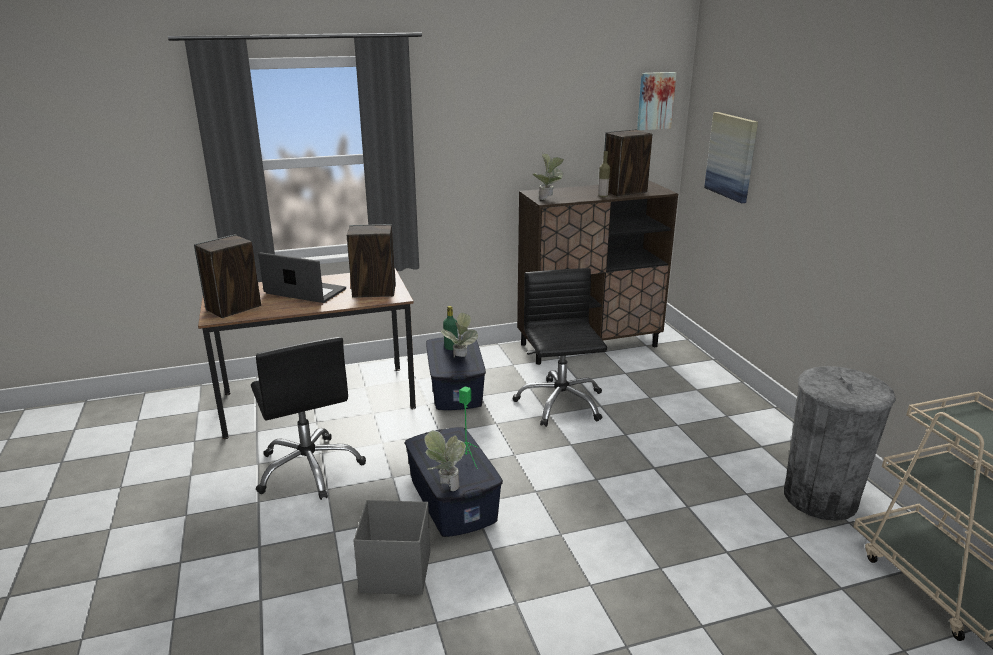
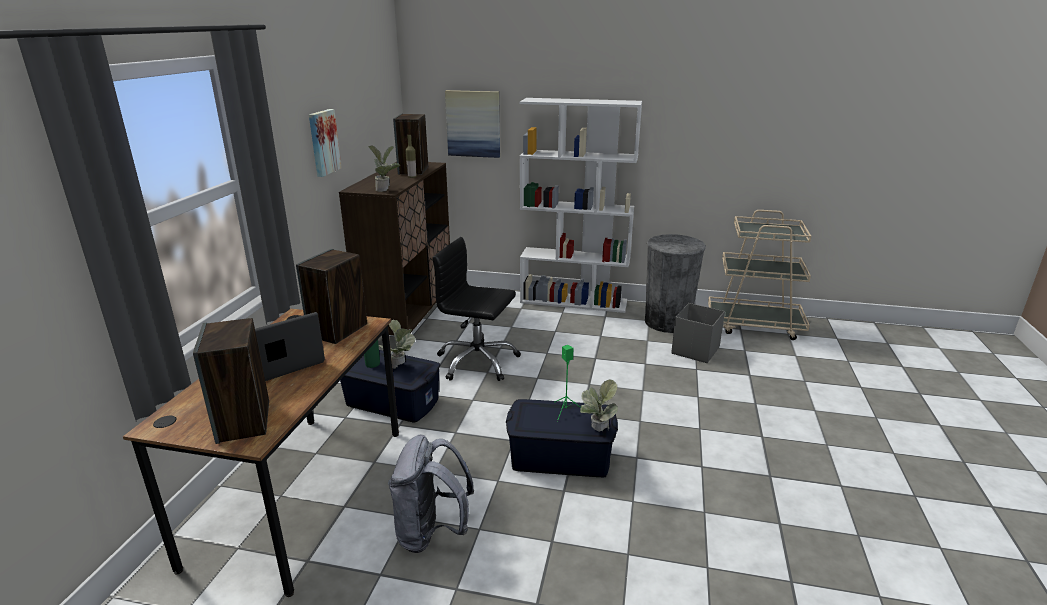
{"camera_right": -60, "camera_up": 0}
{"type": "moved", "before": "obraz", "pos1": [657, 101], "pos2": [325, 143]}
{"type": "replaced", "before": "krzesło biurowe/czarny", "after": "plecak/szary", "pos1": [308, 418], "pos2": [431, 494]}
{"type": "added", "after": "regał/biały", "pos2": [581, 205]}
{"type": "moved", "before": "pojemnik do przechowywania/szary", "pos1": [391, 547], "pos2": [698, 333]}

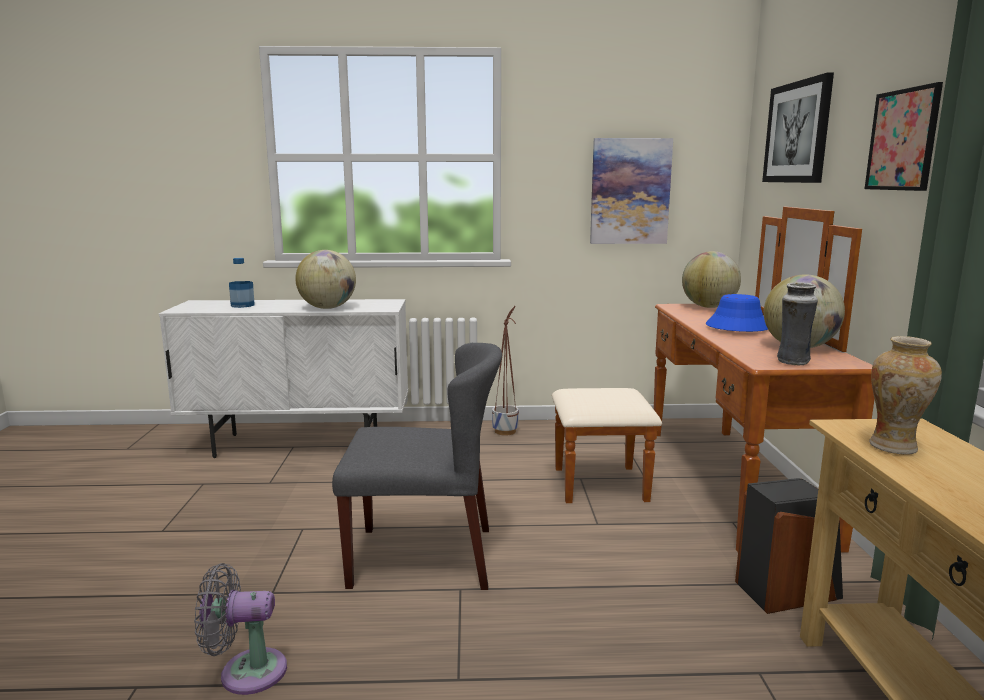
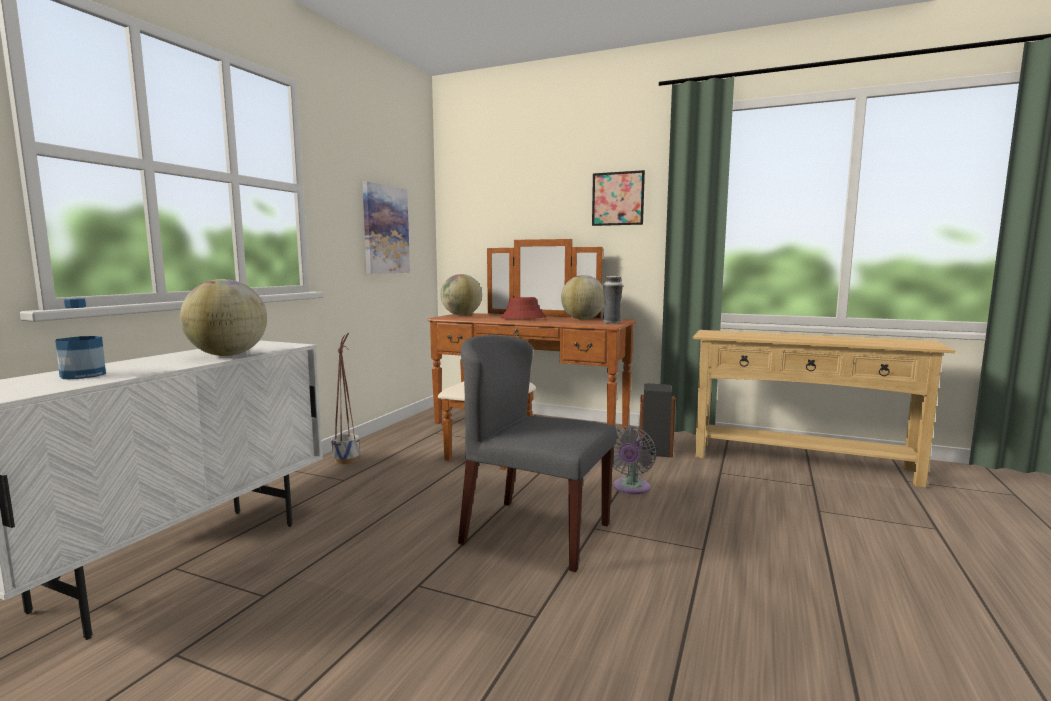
{"camera_right": -65, "camera_up": -5}
{"type": "turned", "before": "krzesło/szary", "pos1": [417, 466], "pos2": [537, 453], "turn": -90}
{"type": "recoloured", "before": "kapelusz/niebieski", "after": "kapelusz/czerwony", "pos1": [737, 313], "pos2": [523, 308]}
{"type": "moved", "before": "wentylator/szary", "pos1": [240, 629], "pos2": [634, 460]}
{"type": "removed", "before": "obraz", "pos1": [798, 128]}
{"type": "removed", "before": "wazon", "pos1": [905, 395]}

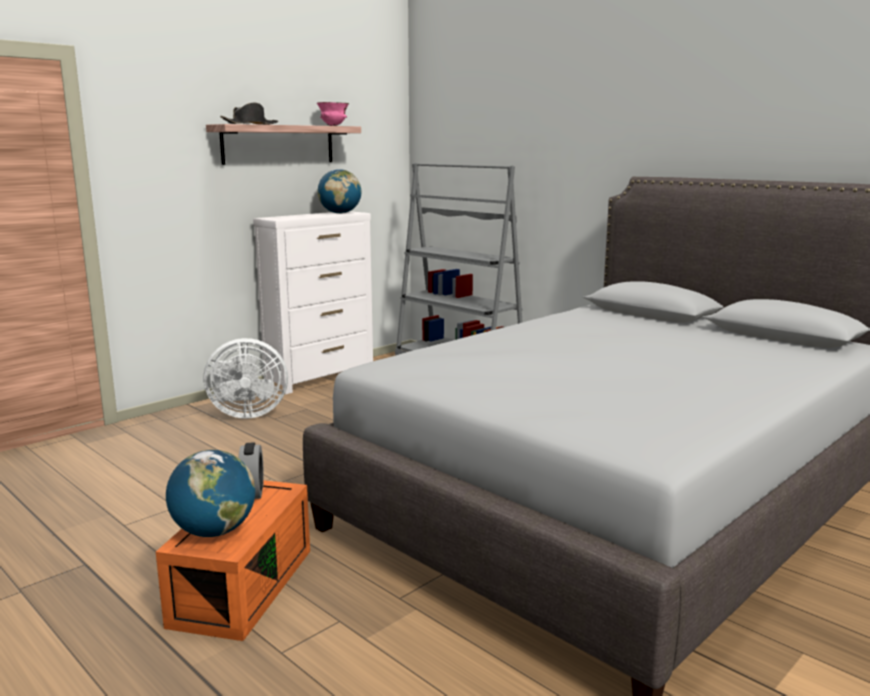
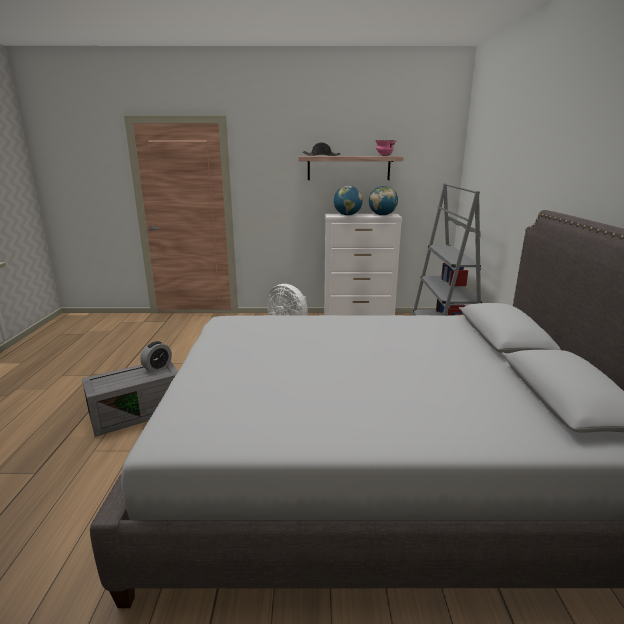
{"camera_right": 45, "camera_up": 5}
{"type": "recoloured", "before": "pojemnik do przechowywania/pomarańczowy", "after": "pojemnik do przechowywania/szary", "pos1": [233, 560], "pos2": [130, 399]}
{"type": "moved", "before": "globus", "pos1": [210, 493], "pos2": [348, 200]}

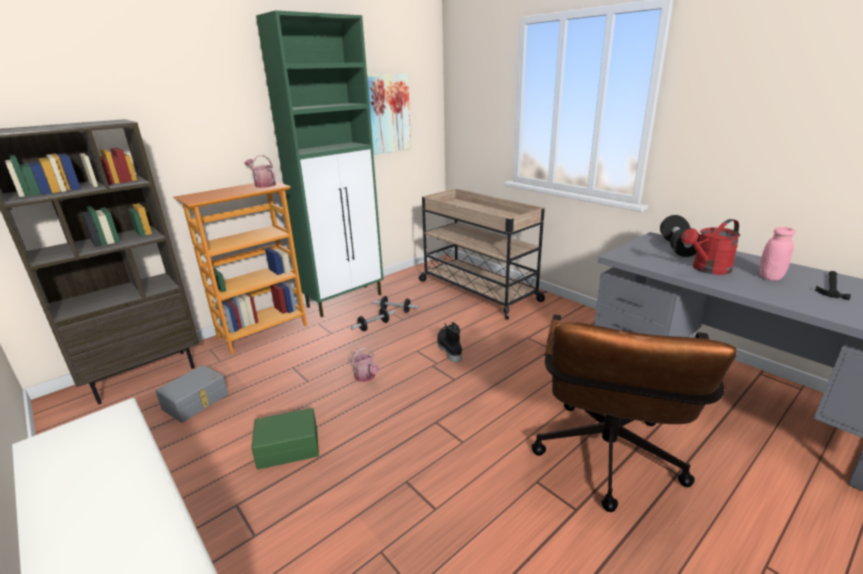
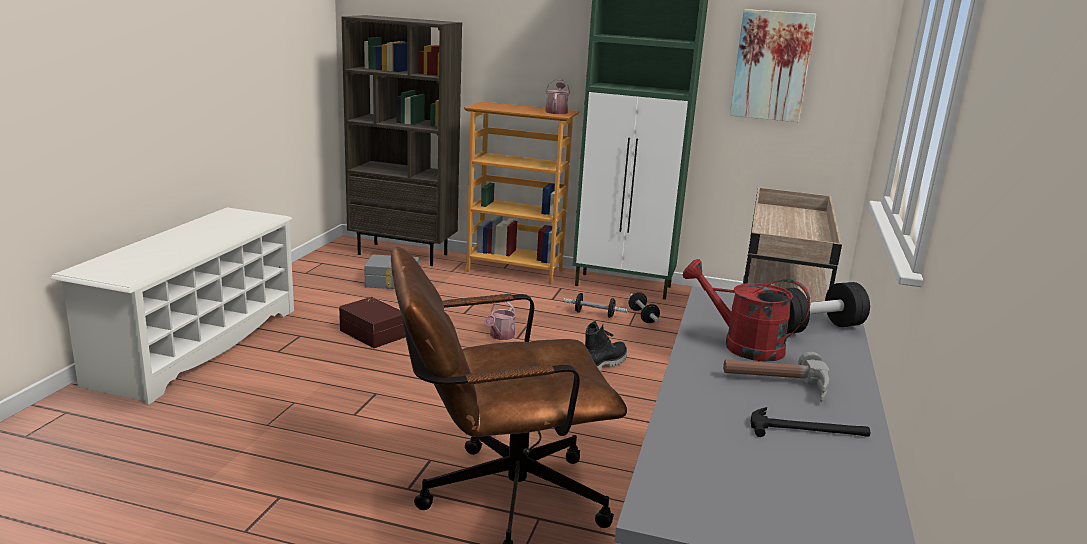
{"camera_right": 55, "camera_up": -5}
{"type": "recoloured", "before": "pojemnik do przechowywania/zielony", "after": "pojemnik do przechowywania/brązowy", "pos1": [285, 439], "pos2": [372, 322]}
{"type": "replaced", "before": "słoik/różowy", "after": "młotek", "pos1": [777, 253], "pos2": [776, 377]}

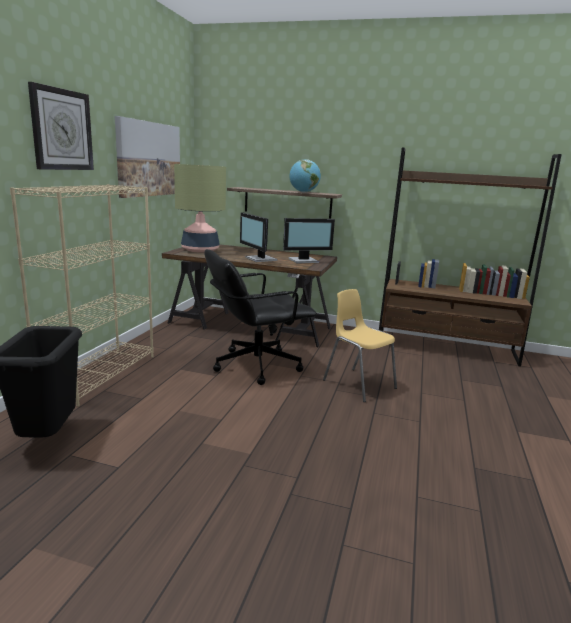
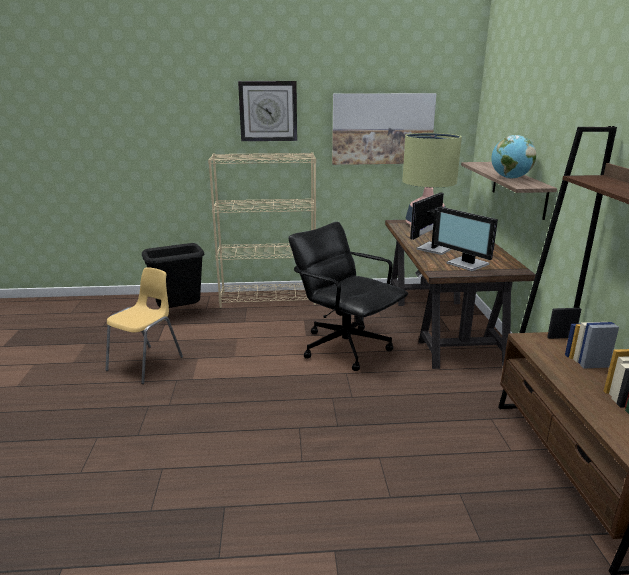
{"camera_right": 70, "camera_up": 5}
{"type": "moved", "before": "krzesło/żółty", "pos1": [360, 345], "pos2": [144, 326]}

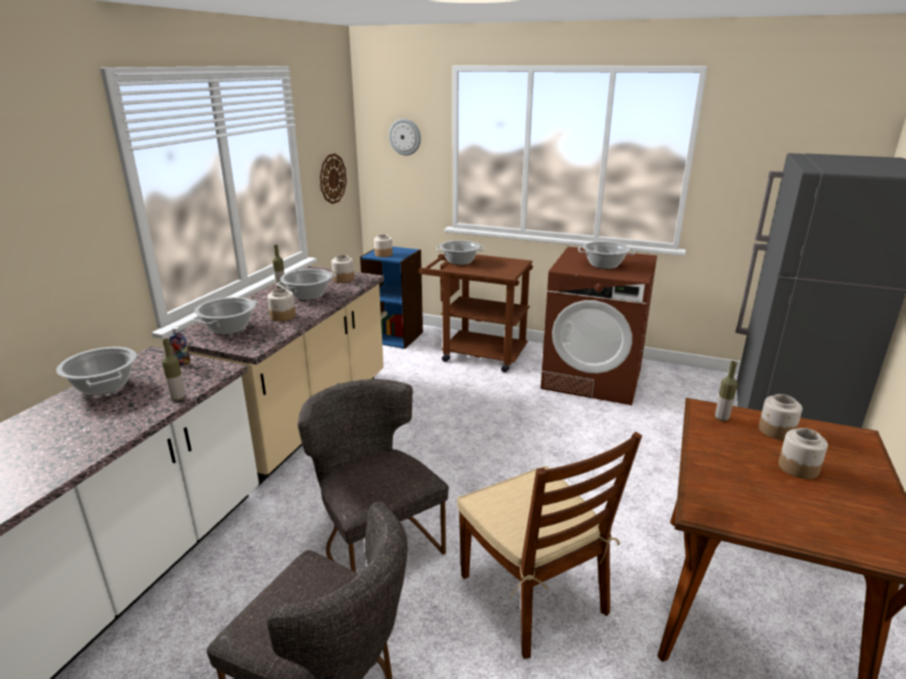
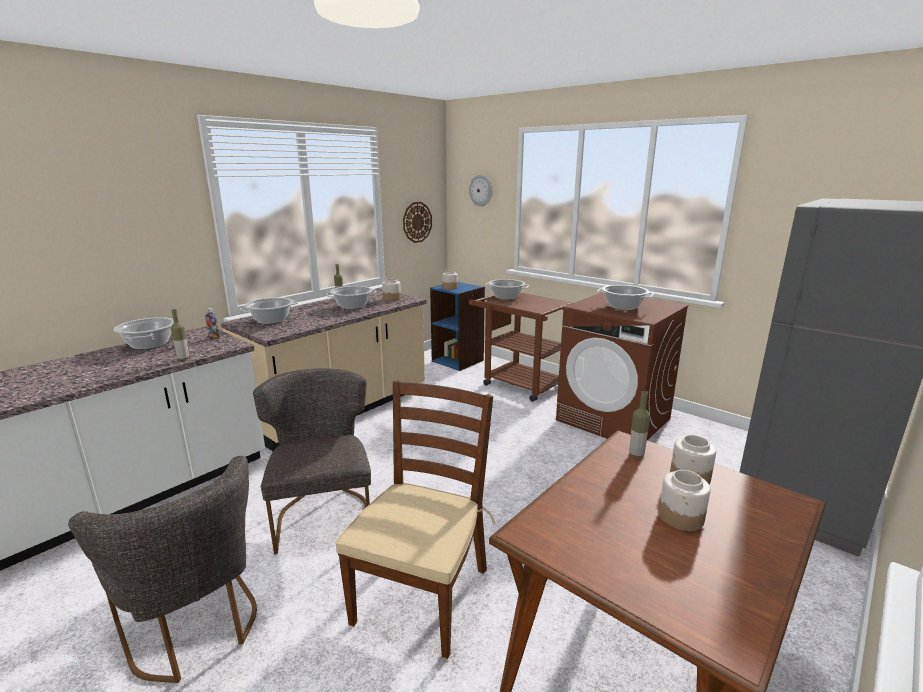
{"camera_right": 20, "camera_up": -5}
{"type": "turned", "before": "krzesło/brązowy", "pos1": [549, 545], "pos2": [415, 519], "turn": -150}
{"type": "removed", "before": "słoik", "pos1": [281, 304]}

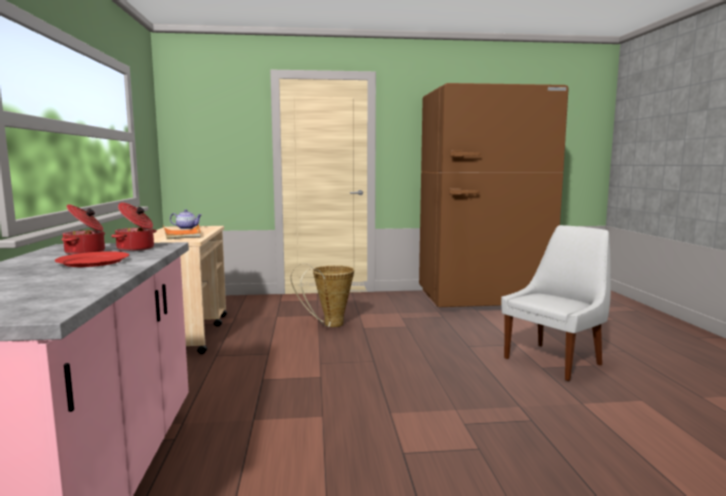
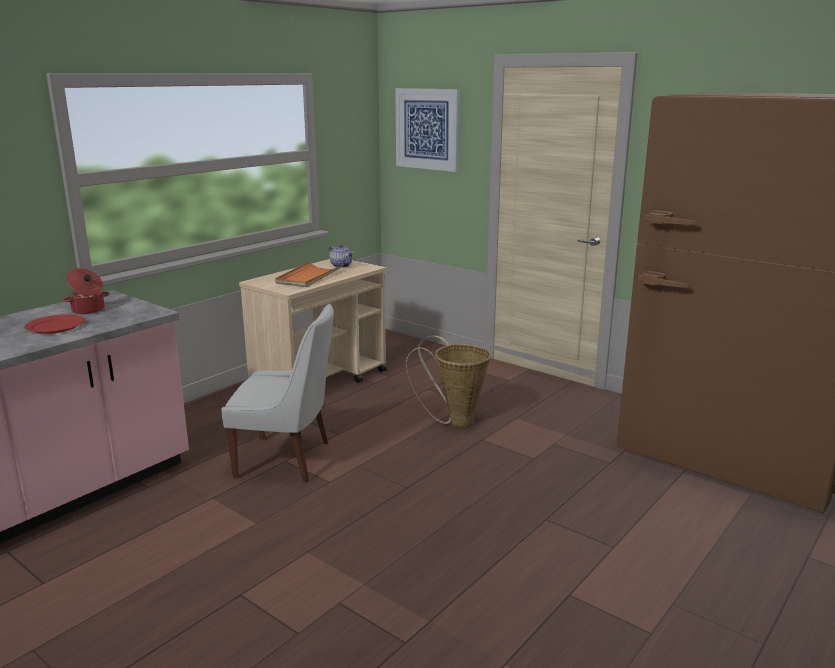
{"camera_right": 45, "camera_up": 10}
{"type": "moved", "before": "krzesło/biały", "pos1": [556, 303], "pos2": [277, 393]}
{"type": "added", "after": "obraz", "pos2": [427, 130]}
{"type": "removed", "before": "garnek", "pos1": [134, 226]}

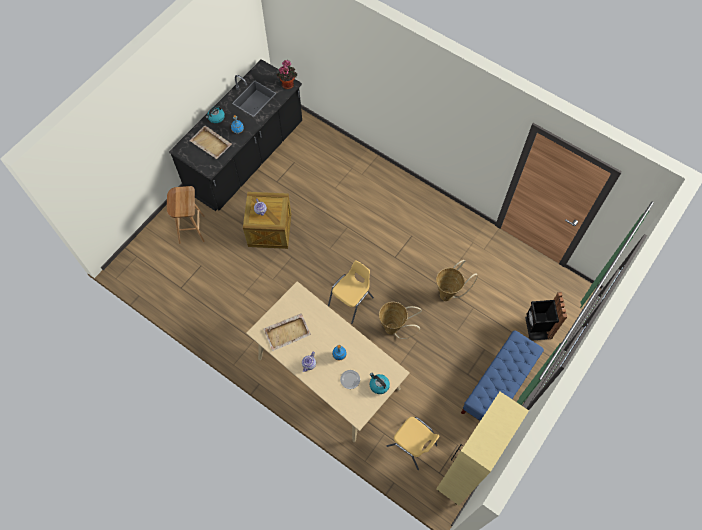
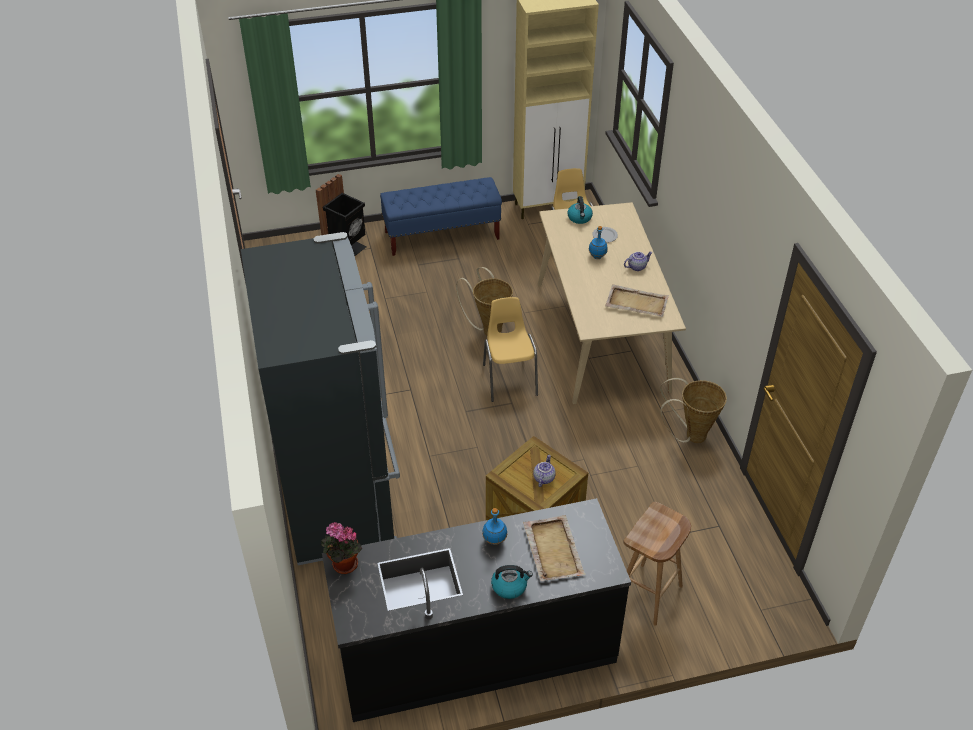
{"camera_right": -140, "camera_up": -20}
{"type": "added", "after": "lodówka/czarny", "pos2": [320, 398]}
{"type": "turned", "before": "krzesło/żółty", "pos1": [351, 292], "pos2": [510, 349], "turn": 90}
{"type": "moved", "before": "koszyk", "pos1": [456, 280], "pos2": [693, 410]}

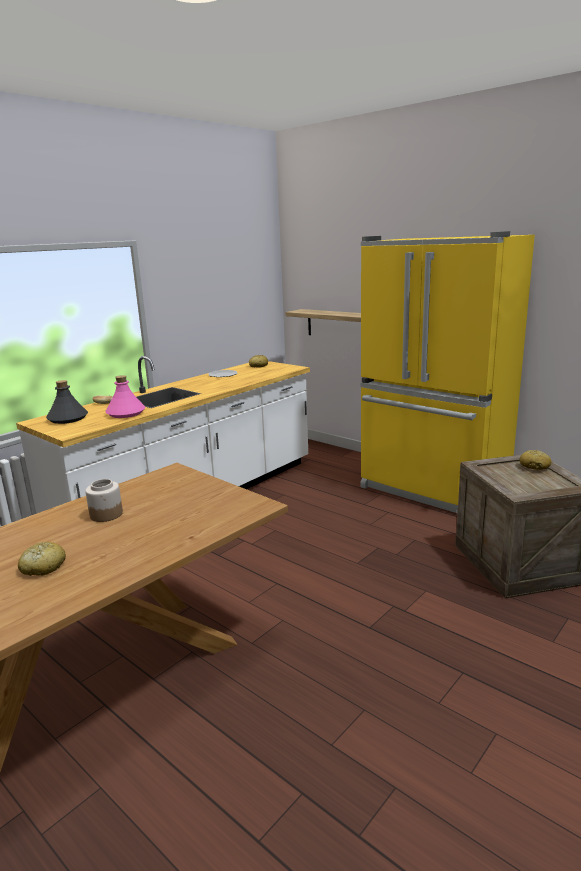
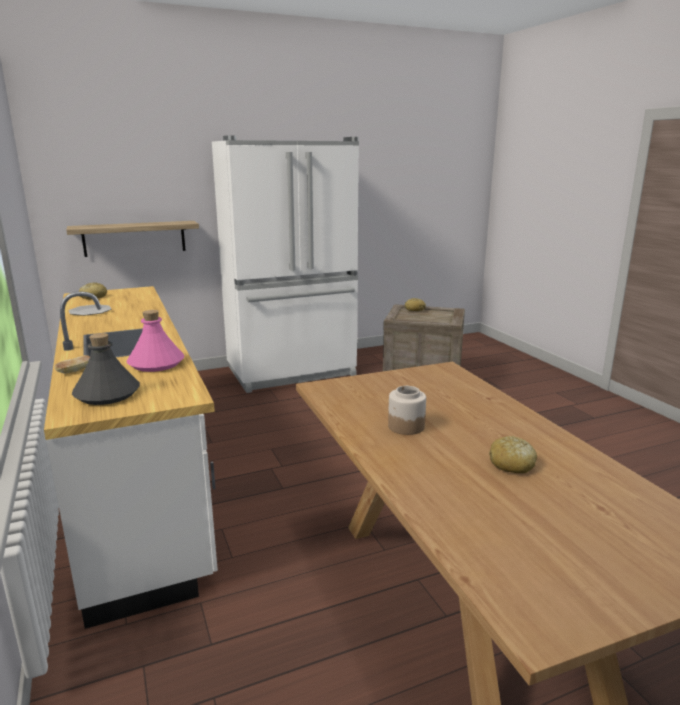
{"camera_right": -65, "camera_up": 0}
{"type": "recoloured", "before": "lodówka/żółty", "after": "lodówka/biały", "pos1": [447, 372], "pos2": [285, 264]}

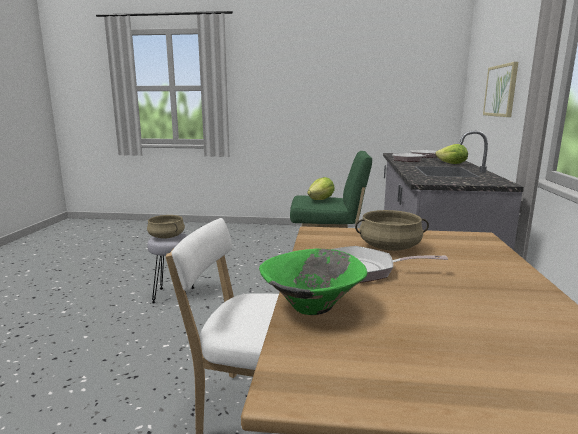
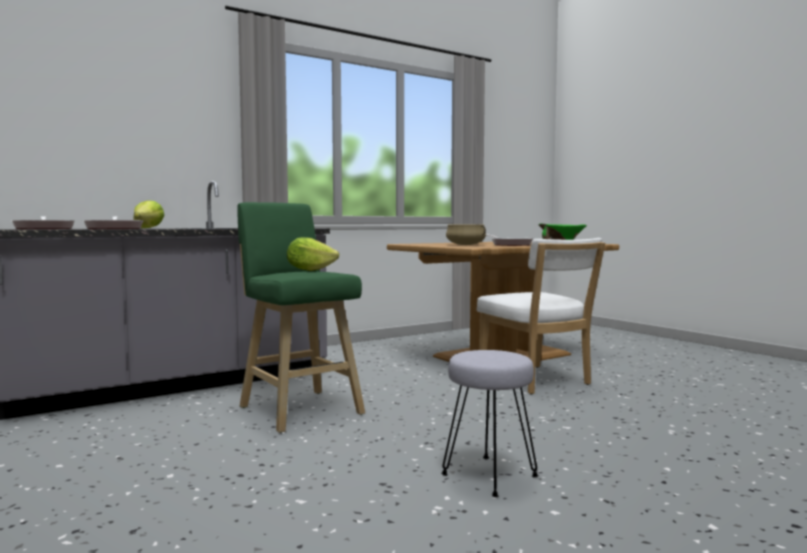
{"camera_right": -130, "camera_up": -10}
{"type": "removed", "before": "garnek/beżowy", "pos1": [166, 227]}
{"type": "removed", "before": "obraz", "pos1": [500, 89]}

